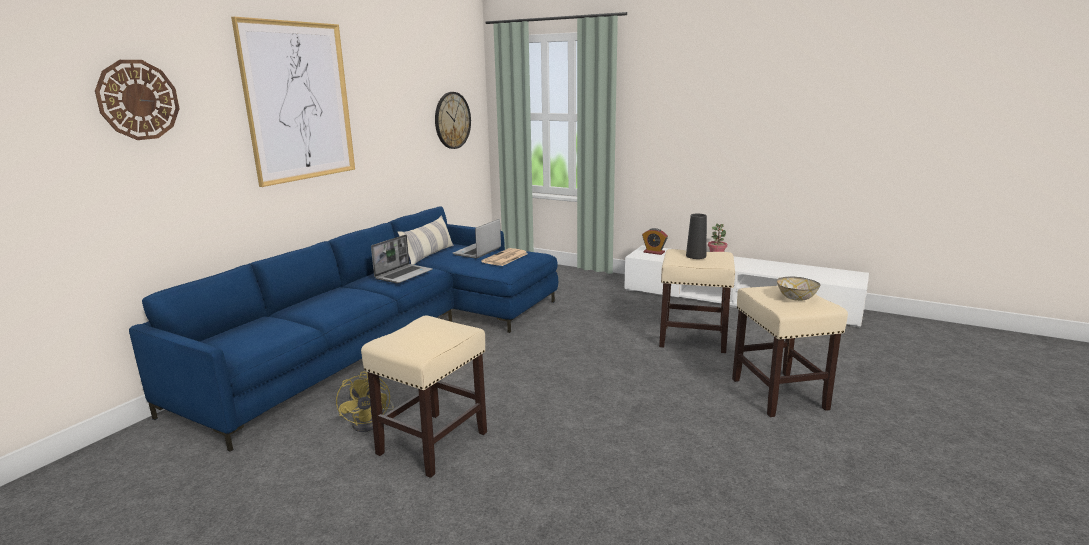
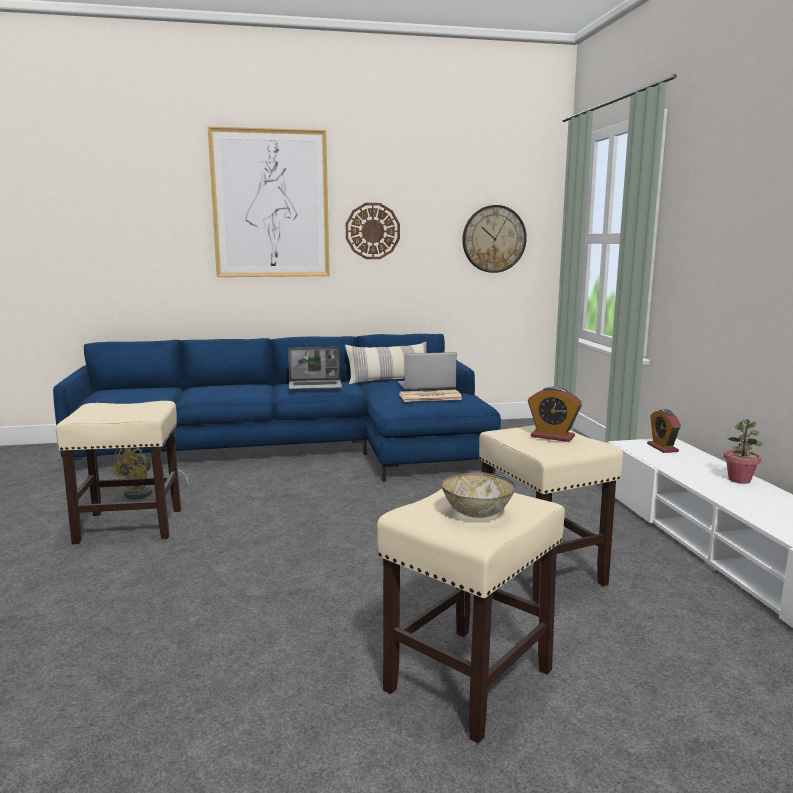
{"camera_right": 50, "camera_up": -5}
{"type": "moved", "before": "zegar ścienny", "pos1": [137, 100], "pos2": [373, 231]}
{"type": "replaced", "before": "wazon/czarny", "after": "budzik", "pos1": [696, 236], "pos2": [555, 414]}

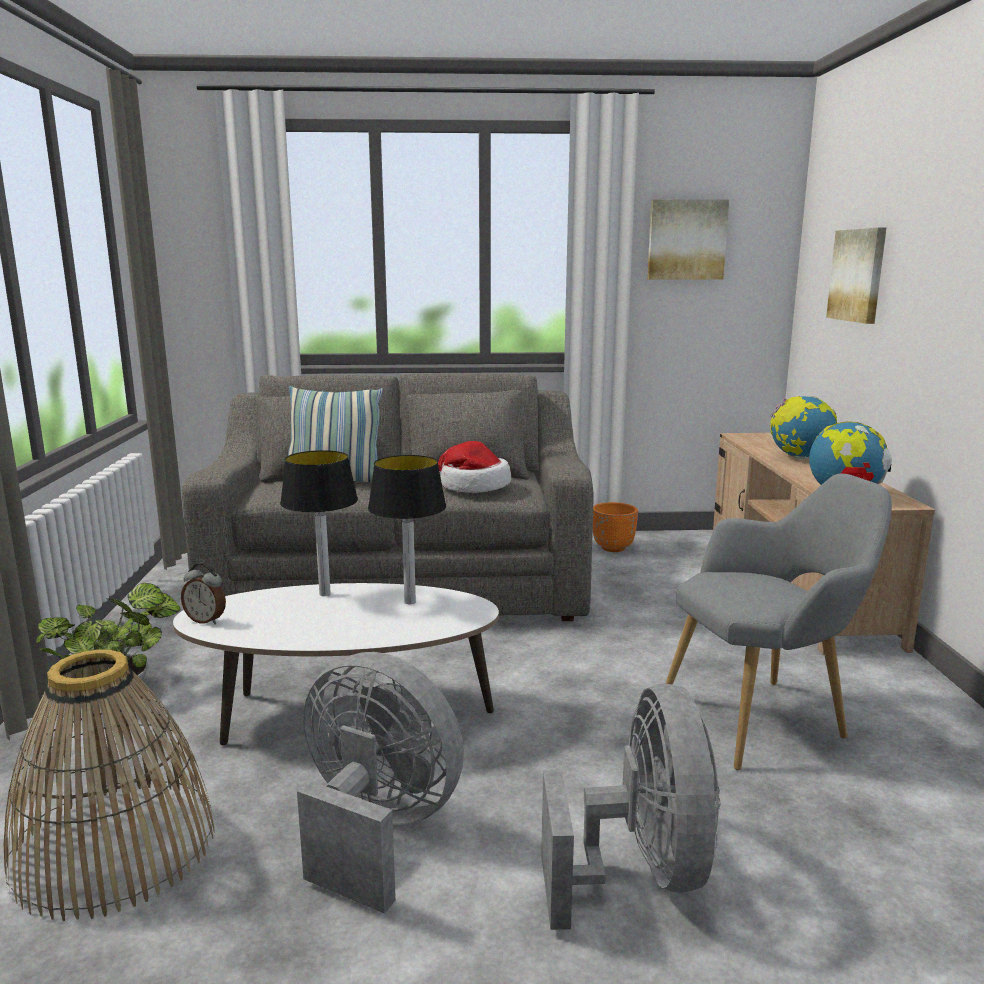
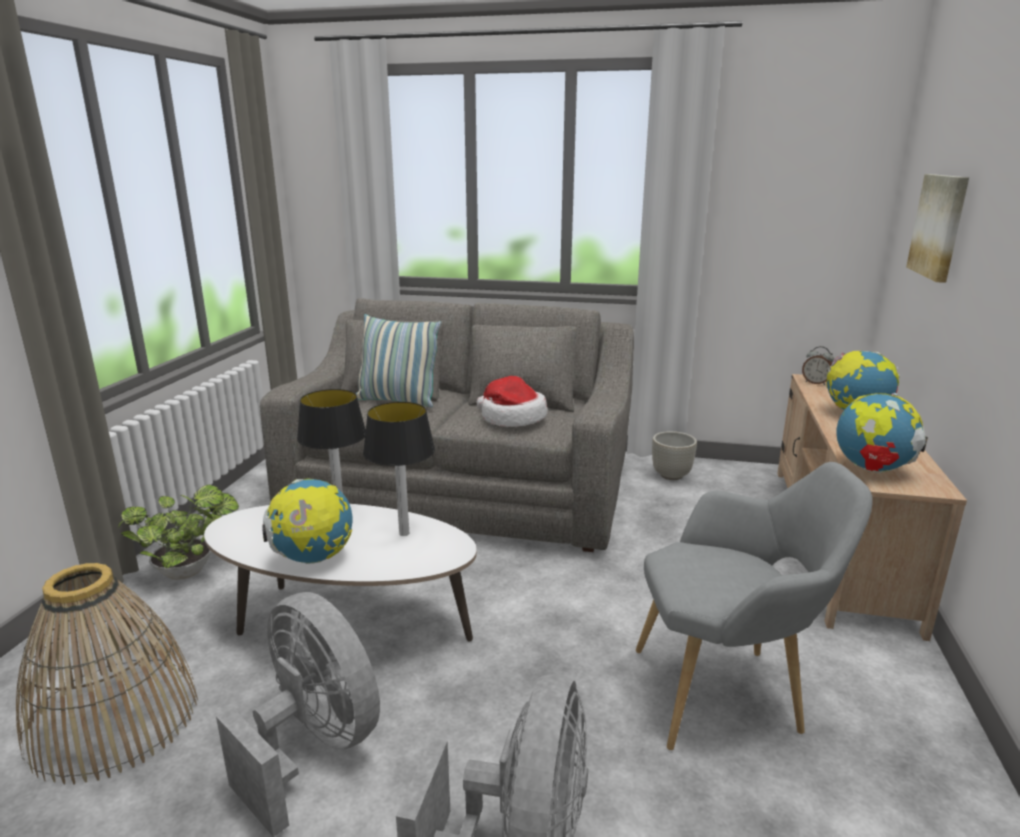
{"camera_right": 15, "camera_up": 5}
{"type": "added", "after": "globus", "pos2": [307, 521]}
{"type": "recoloured", "before": "donica/pomarańczowy", "after": "donica/szary", "pos1": [615, 527], "pos2": [674, 455]}
{"type": "moved", "before": "budzik", "pos1": [203, 593], "pos2": [818, 365]}
{"type": "removed", "before": "obraz", "pos1": [688, 239]}

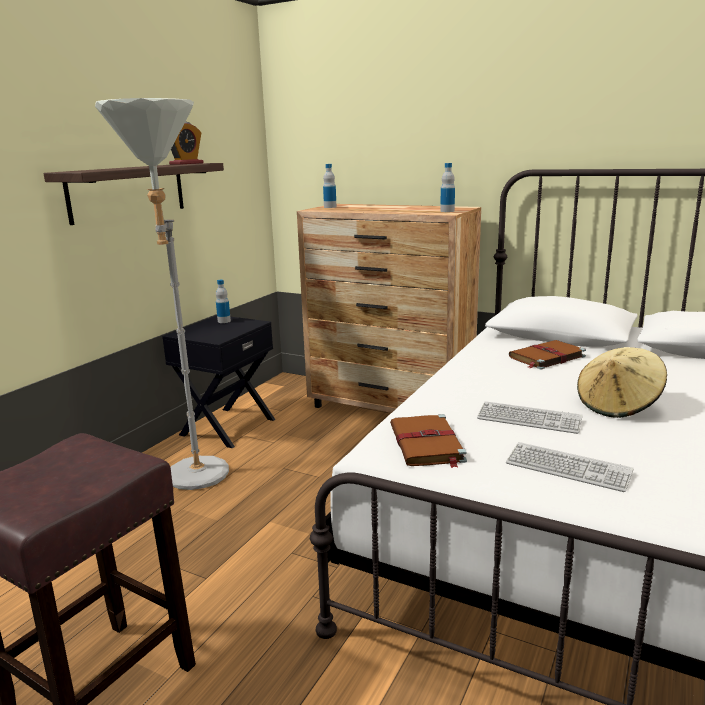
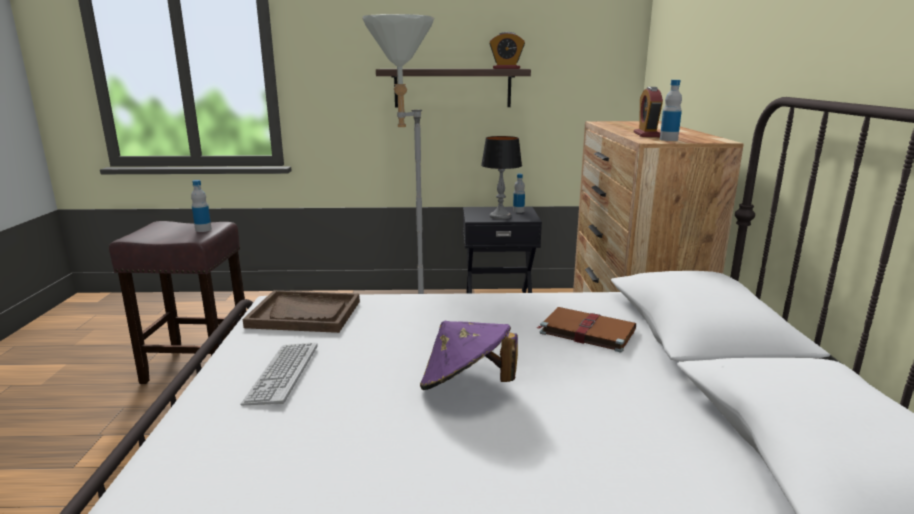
{"camera_right": 60, "camera_up": 0}
{"type": "moved", "before": "butelka", "pos1": [329, 186], "pos2": [201, 206]}
{"type": "replaced", "before": "książka/brązowy", "after": "taca/brązowy", "pos1": [428, 441], "pos2": [301, 311]}
{"type": "recoloured", "before": "kapelusz/beżowy", "after": "kapelusz/fioletowy", "pos1": [622, 382], "pos2": [469, 355]}
{"type": "added", "after": "lampa stołowa", "pos2": [501, 177]}
{"type": "added", "after": "budzik", "pos2": [648, 112]}
{"type": "removed", "before": "klawiatura", "pos1": [530, 417]}

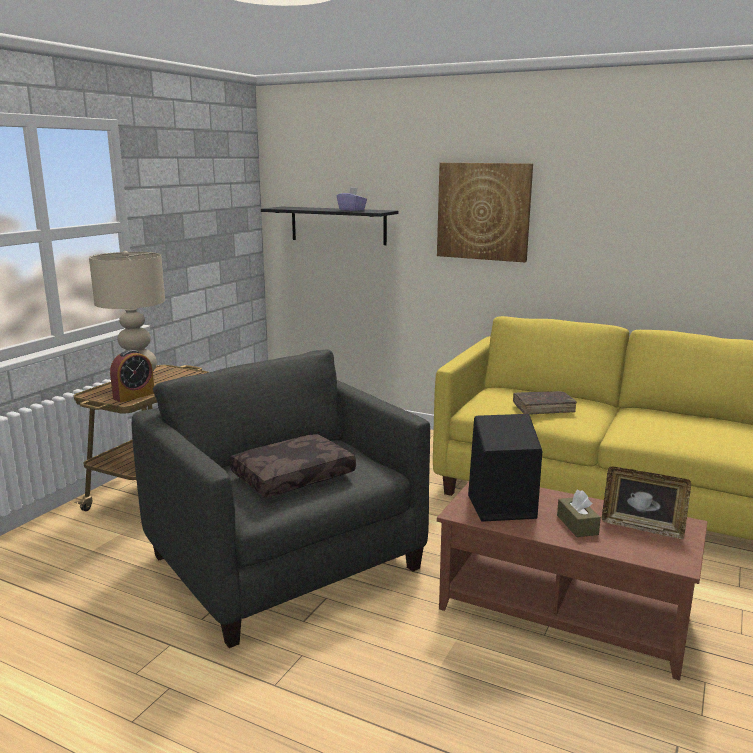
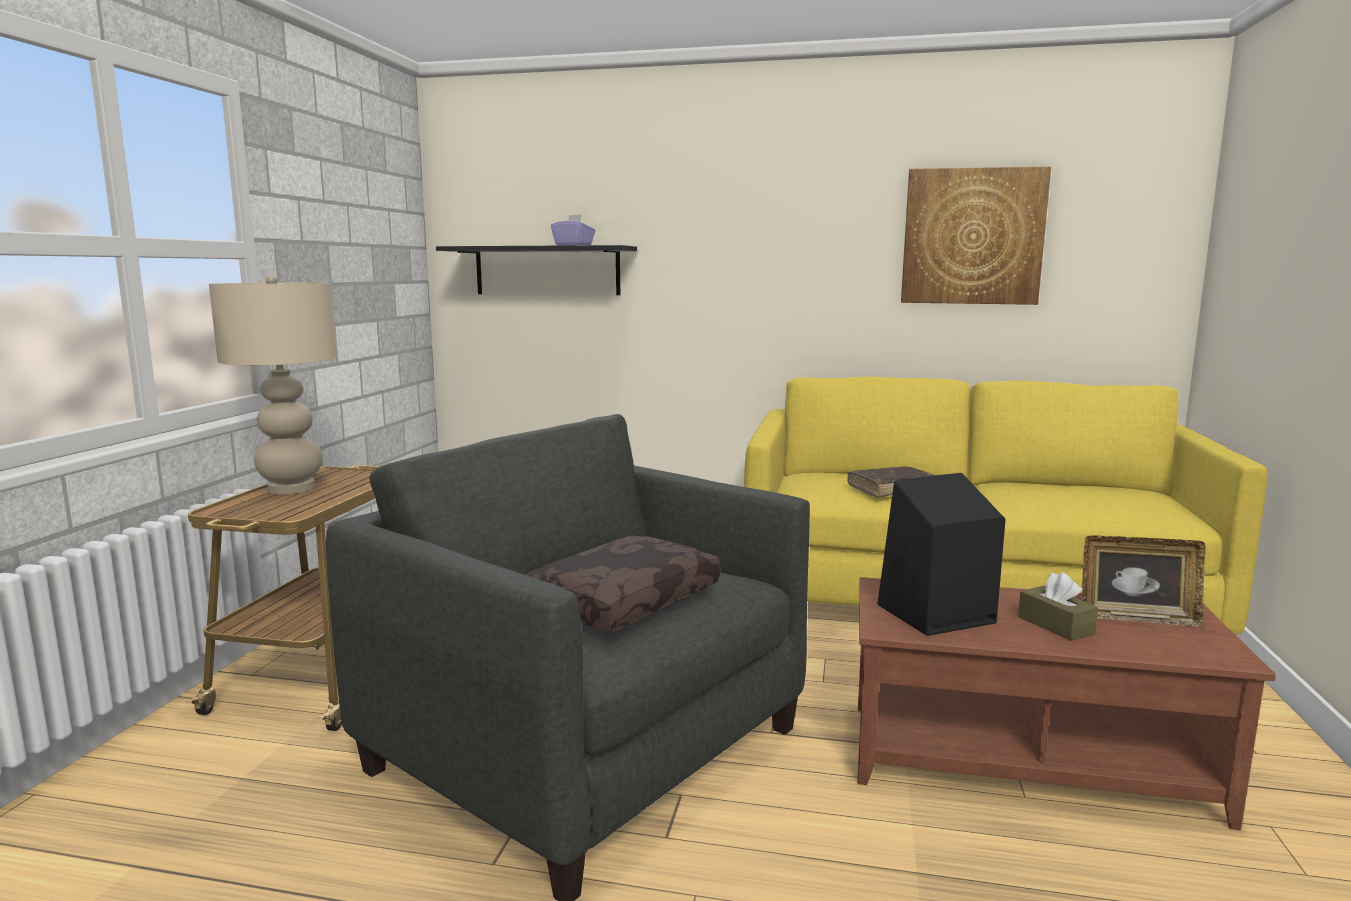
{"camera_right": -15, "camera_up": -5}
{"type": "moved", "before": "obraz", "pos1": [485, 212], "pos2": [976, 235]}
{"type": "removed", "before": "budzik", "pos1": [132, 376]}

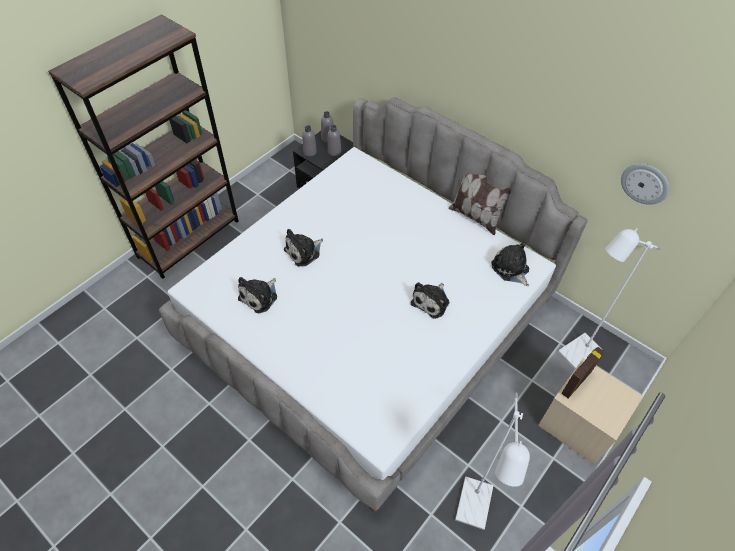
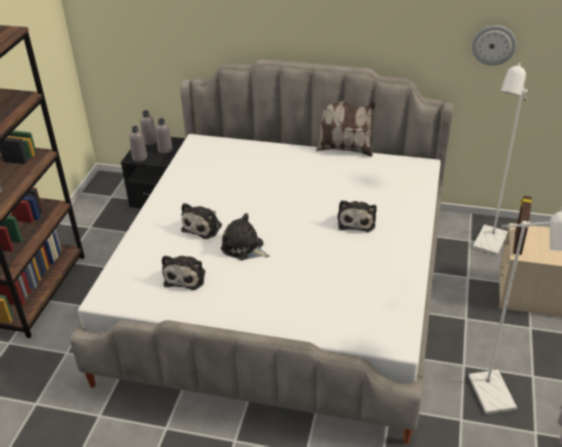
{"camera_right": -25, "camera_up": -15}
{"type": "moved", "before": "pluszak", "pos1": [510, 264], "pos2": [245, 236]}

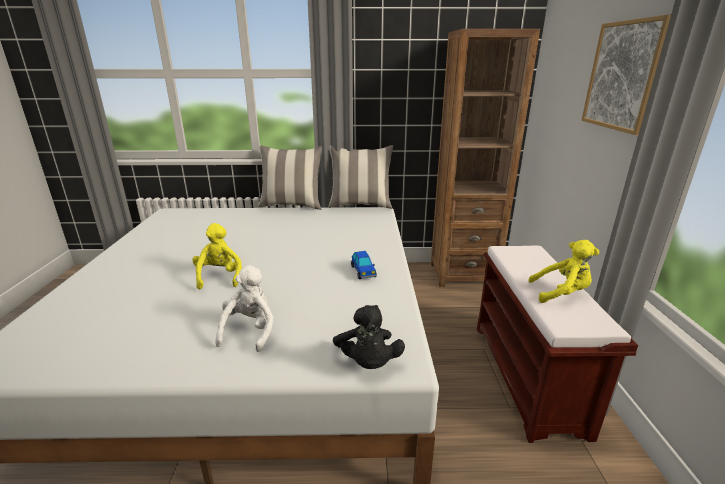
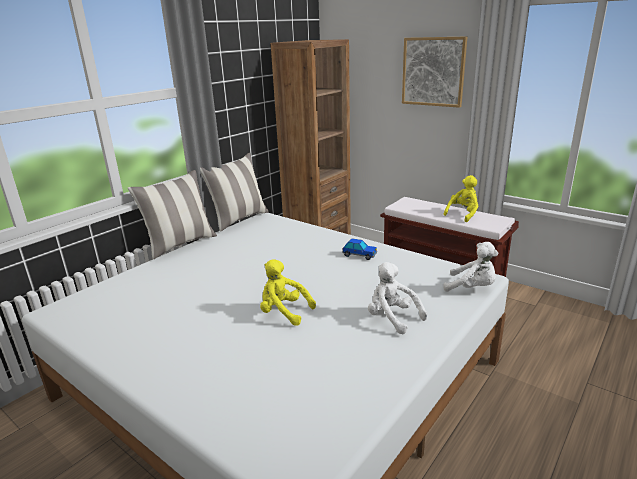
{"camera_right": -50, "camera_up": 0}
{"type": "recoloured", "before": "pluszak/czarny", "after": "pluszak/biały", "pos1": [369, 337], "pos2": [470, 267]}

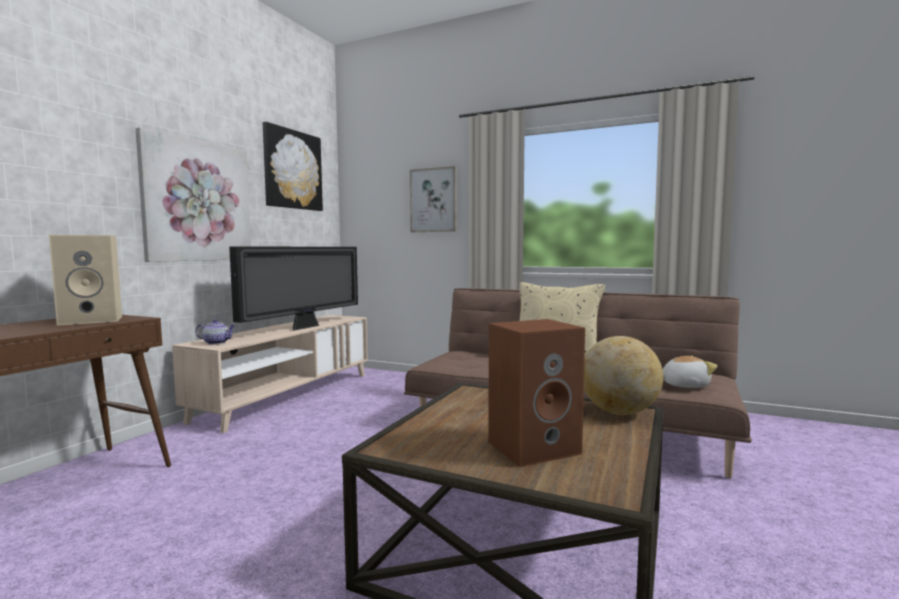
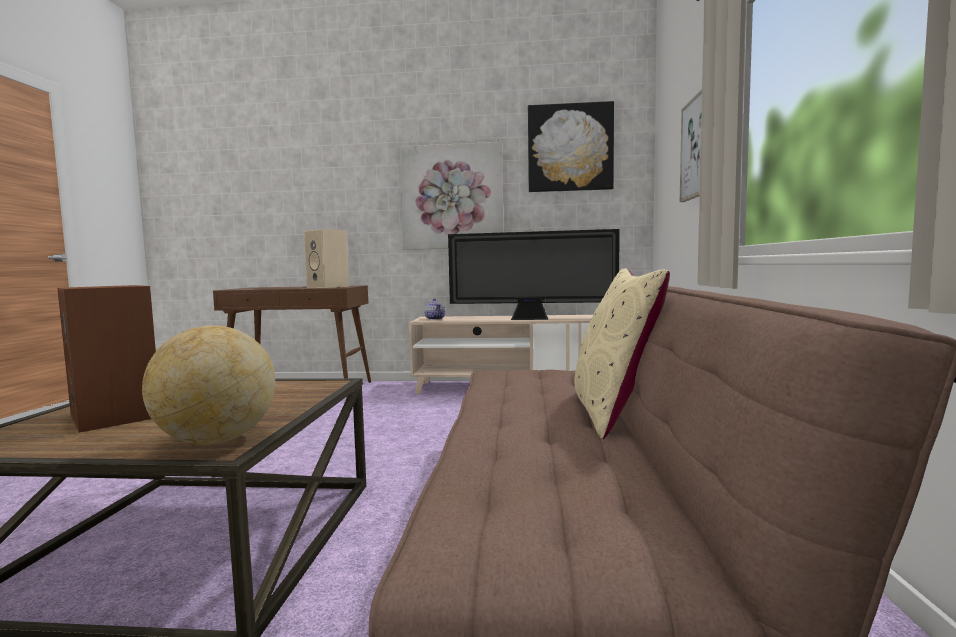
{"camera_right": 70, "camera_up": 0}
{"type": "removed", "before": "pluszak", "pos1": [690, 372]}

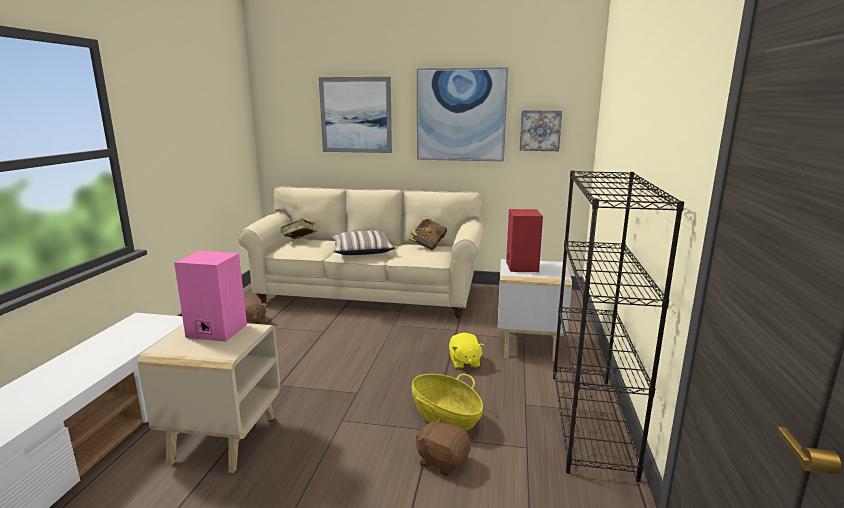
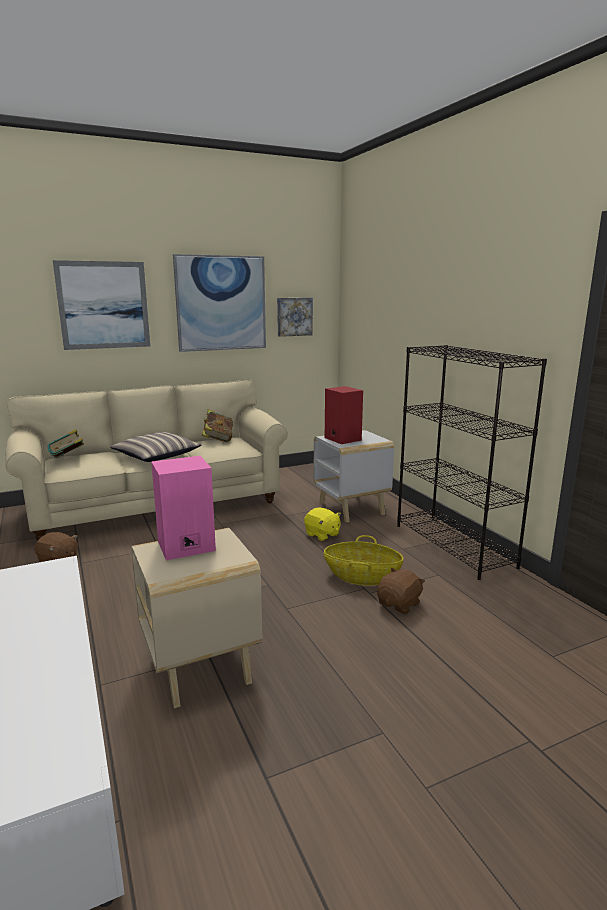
{"camera_right": -35, "camera_up": 0}
{"type": "turned", "before": "pluszak/brązowy", "pos1": [443, 447], "pos2": [401, 591], "turn": 135}

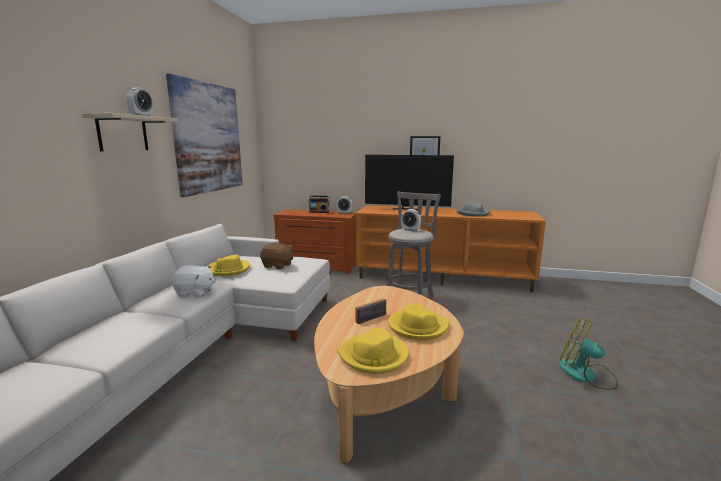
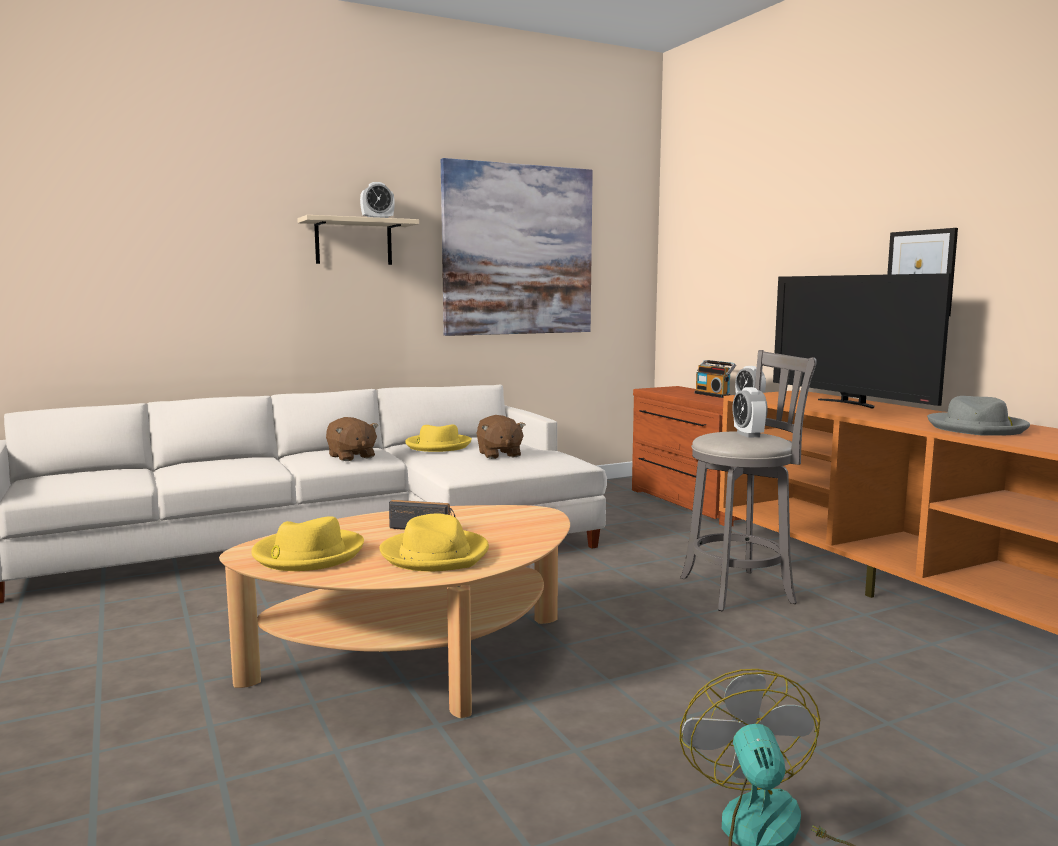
{"camera_right": 50, "camera_up": -5}
{"type": "recoloured", "before": "pluszak/biały", "after": "pluszak/brązowy", "pos1": [194, 281], "pos2": [352, 439]}

